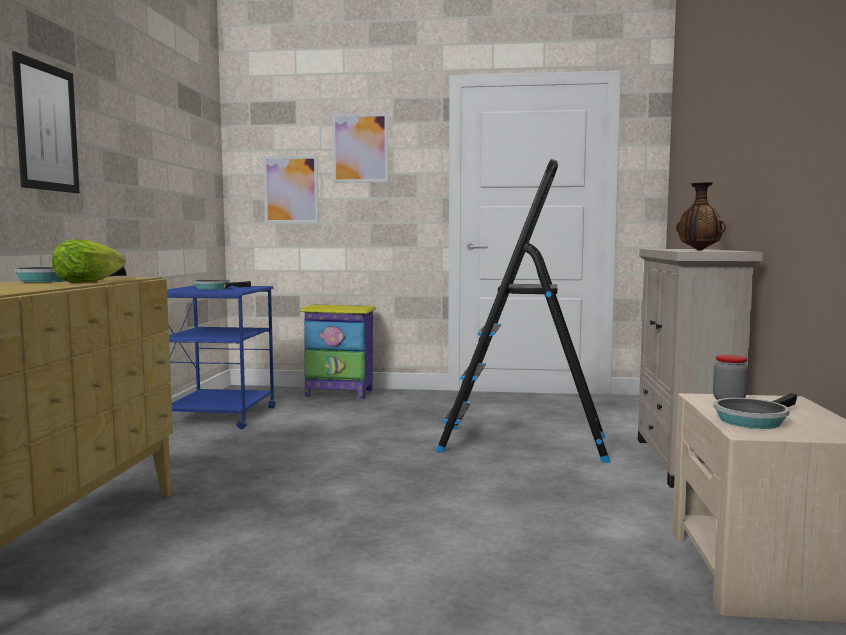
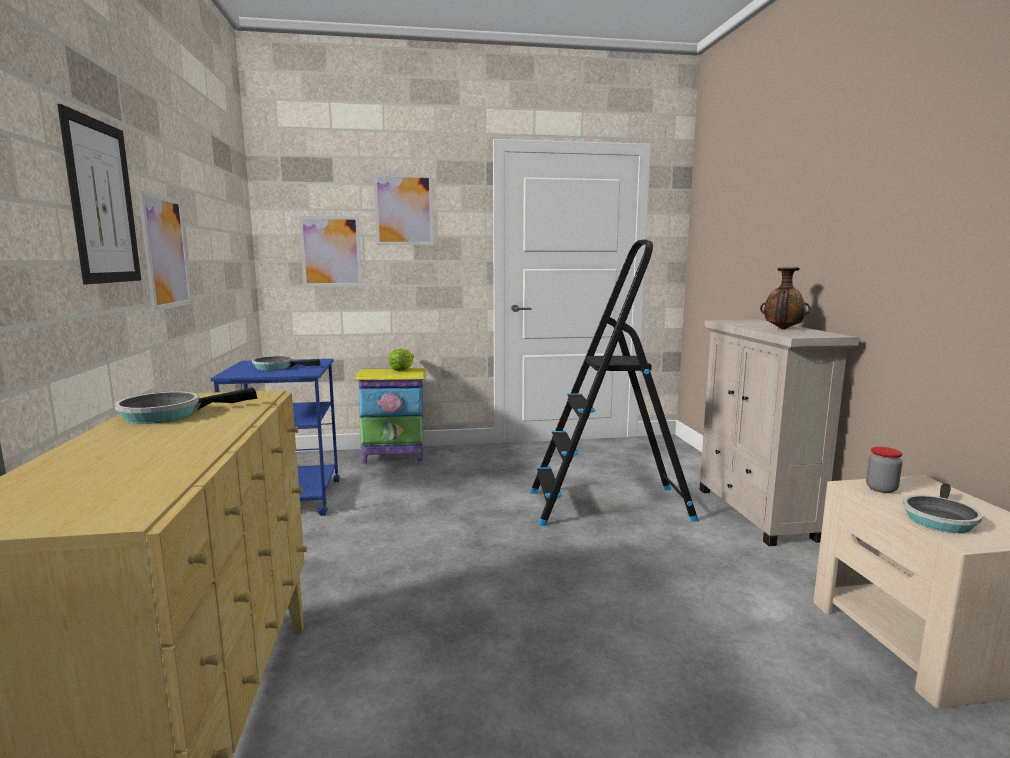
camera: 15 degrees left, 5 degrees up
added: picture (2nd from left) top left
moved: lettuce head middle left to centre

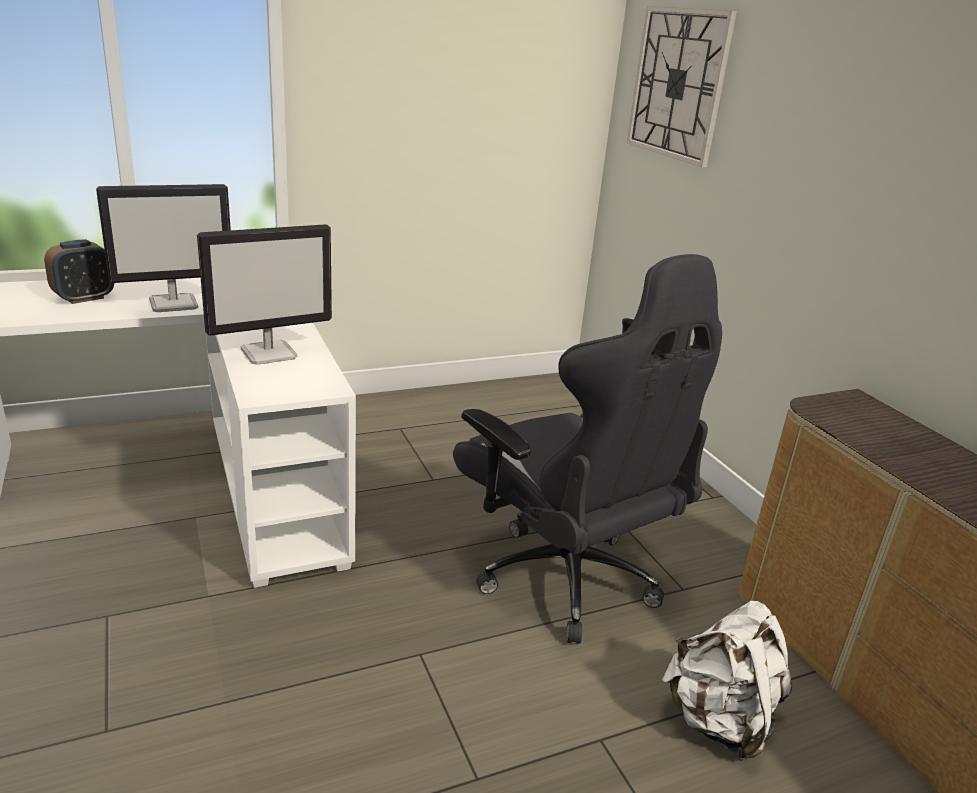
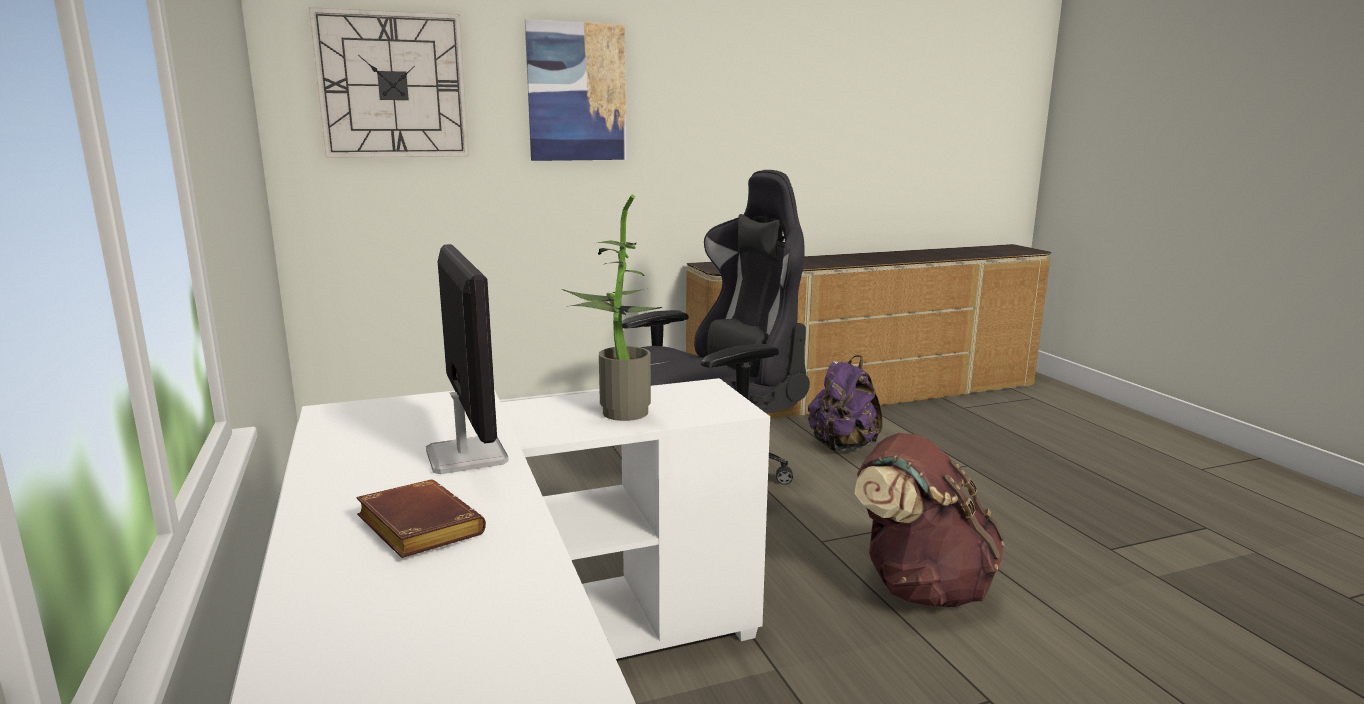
camera: 85 degrees left, 10 degrees down
added: picture top centre; brown-coloured backpack bottom right
replaced: bedside clock middle left to brown-coloured bound book bottom left; computer display (2nd from left) middle left to plant in a pot centre
recoloured: whitish backpack bottom right to purple backpack centre

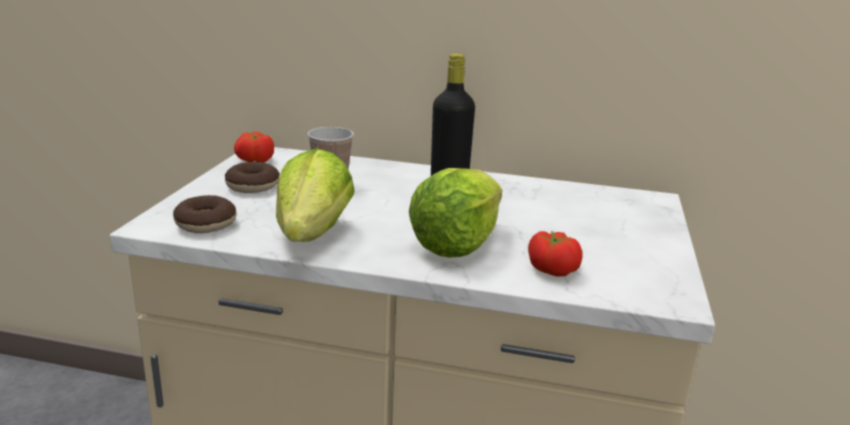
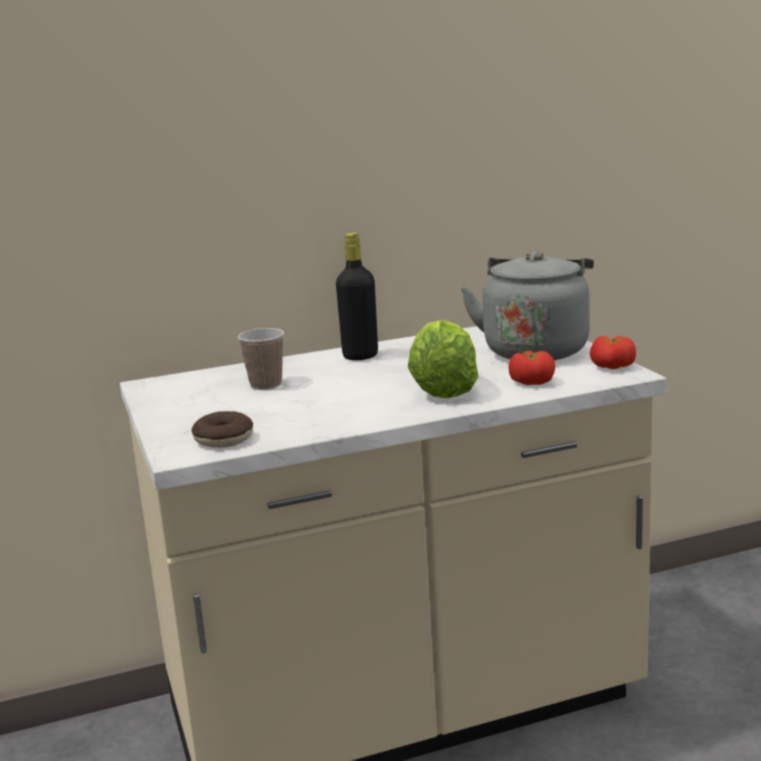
camera: 30 degrees left, 5 degrees down
removed: doughnut (2nd from left) middle left; lettuce head (1st from left) centre
added: grey water kettle middle right
moved: fresh tomato (1st from left in the first image) middle left to fresh tomato (2nd from left) middle right

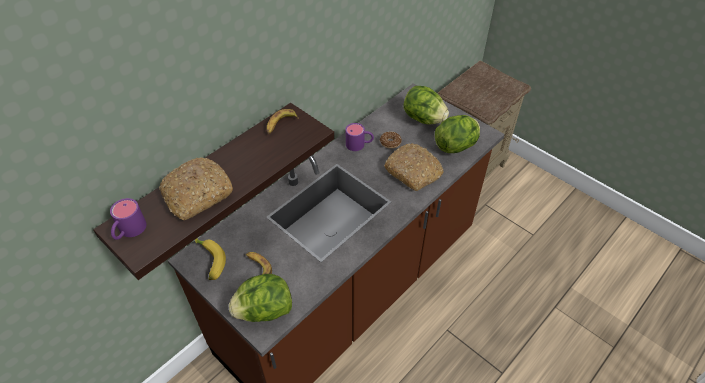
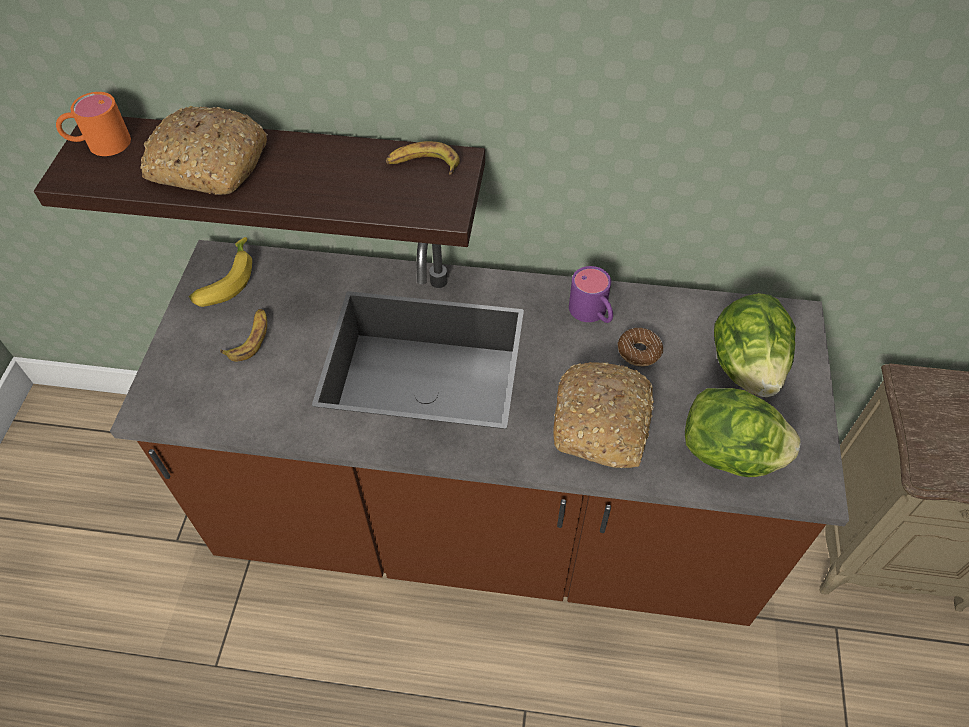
camera: 55 degrees right, 5 degrees up
removed: lettuce head (1st from left) bottom centre
recoloured: purple mug (1st from left) middle left to orangey mug top left

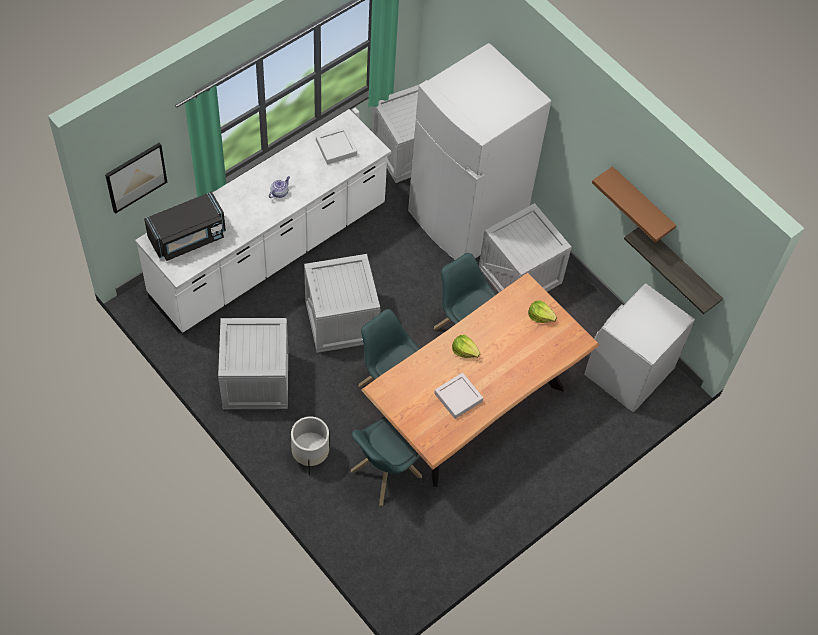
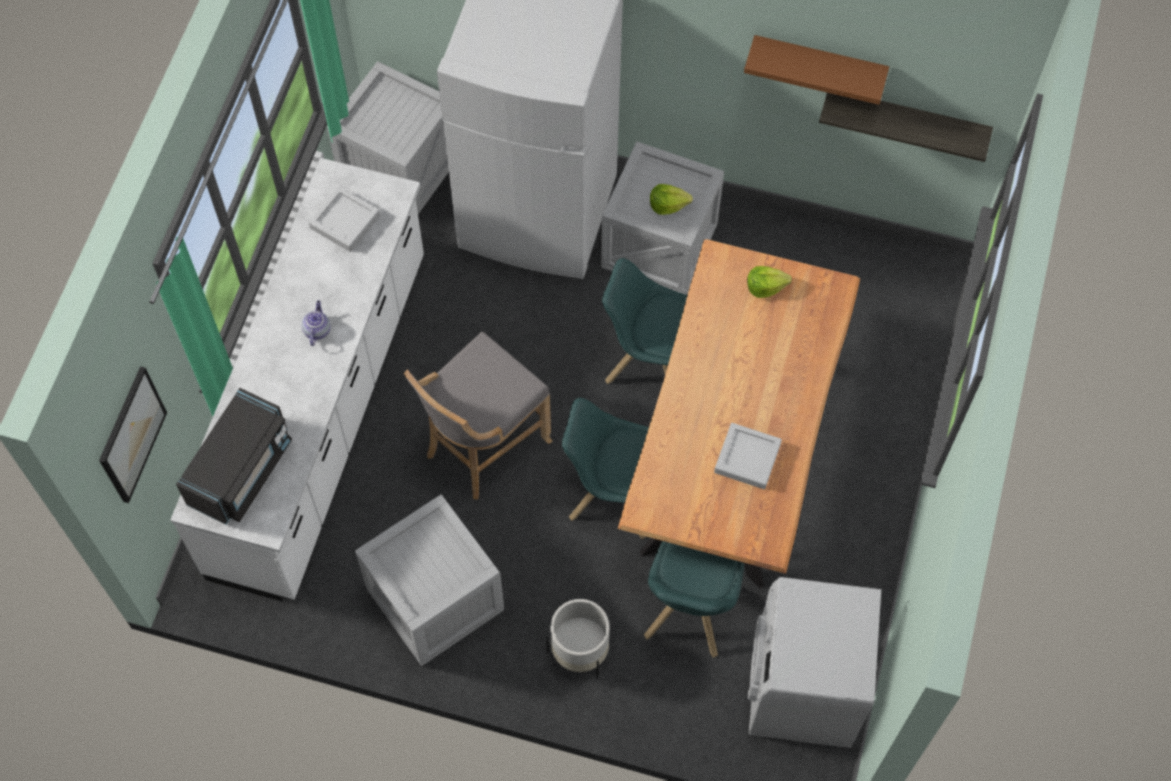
camera: 30 degrees left, 5 degrees up
moved: lettuce head (1st from left) centre to top centre; whitish washing machine middle right to bottom right
replaced: shipping crate (2nd from left) centre to grey stool centre

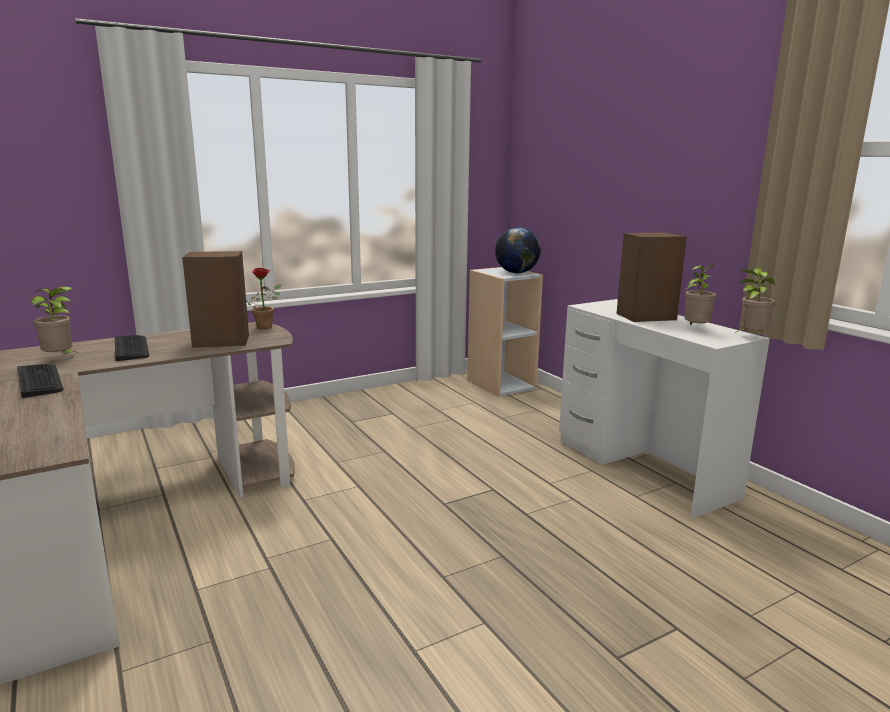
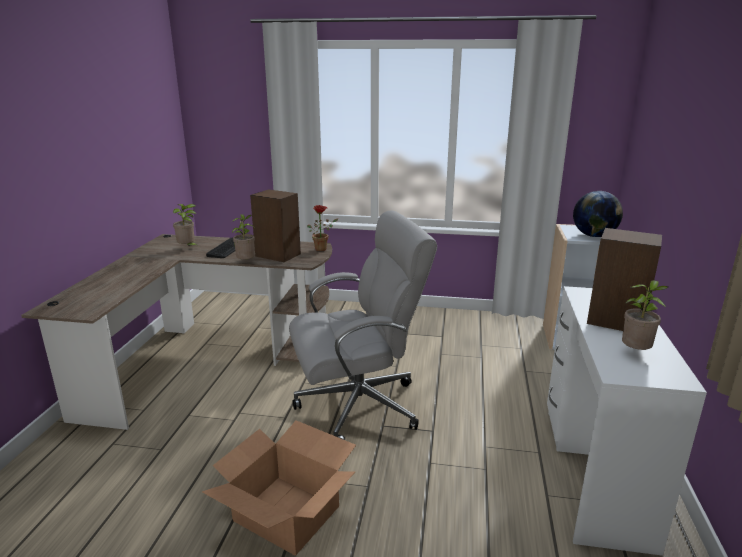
camera: 40 degrees right, 5 degrees up
removed: PC keyboard (1st from left) middle left
added: packing box bottom centre; grey office chair centre
moved: plant in a pot (4th from left in the first image) middle right to plant in a pot (2nd from left) middle left

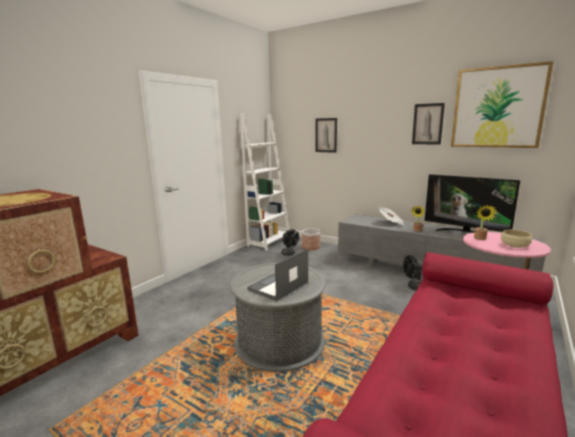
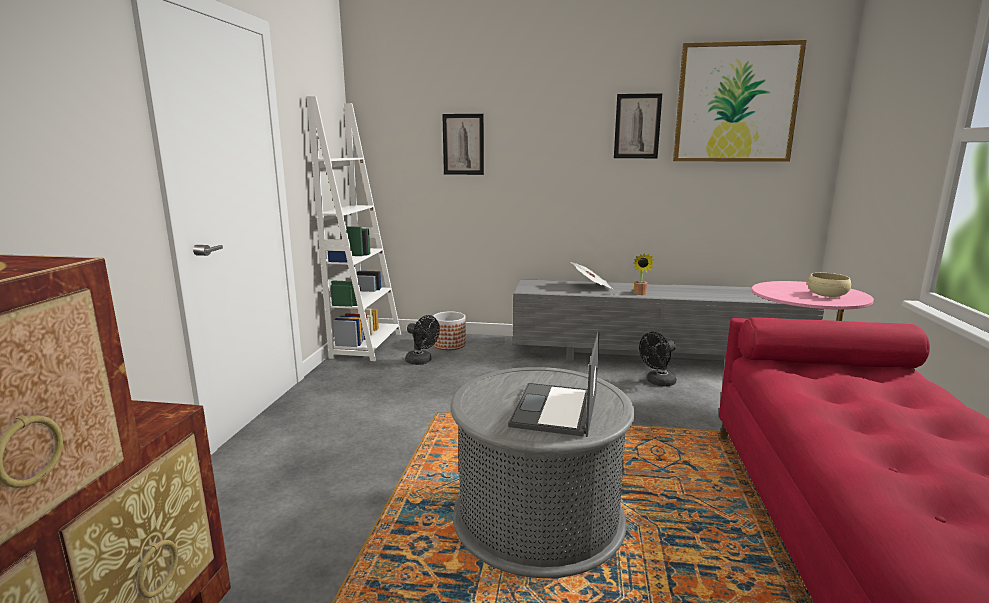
camera: 25 degrees left, 0 degrees up
removed: TV middle right; plant in a pot (2nd from left) middle right

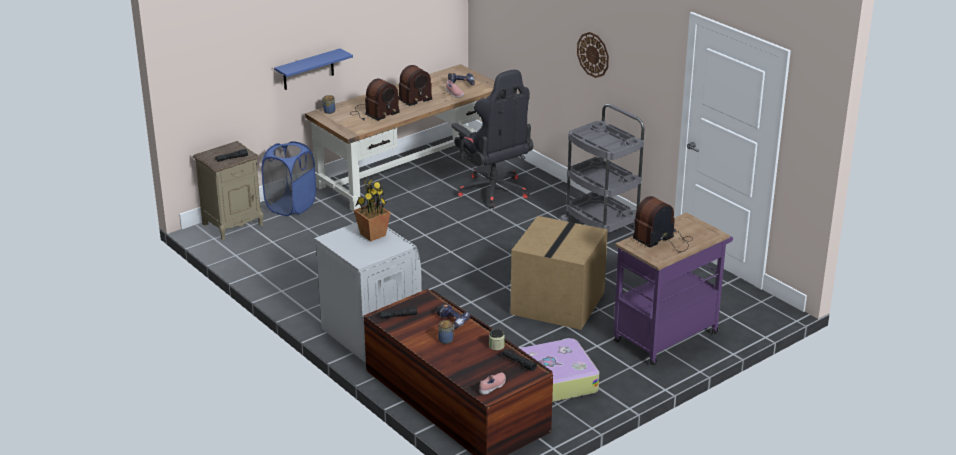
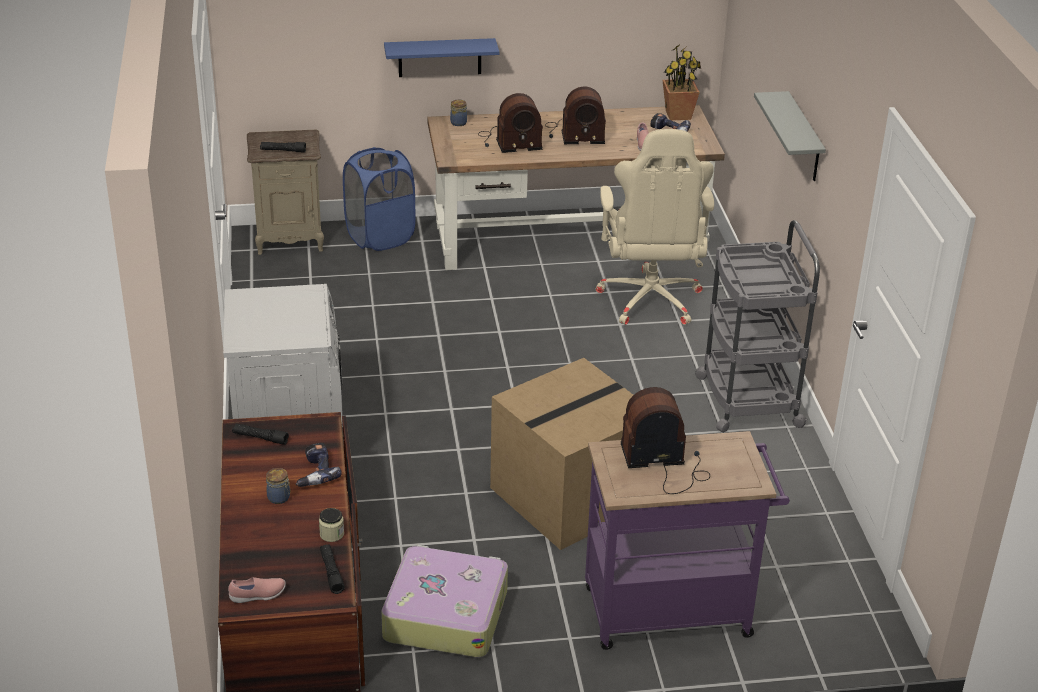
camera: 30 degrees right, 5 degrees up
moved: plant in a pot centre to top centre
replaced: hanging clock top centre to grey bracket shelf top right
recoloured: blackish office chair top centre to beige-coloured office chair top centre

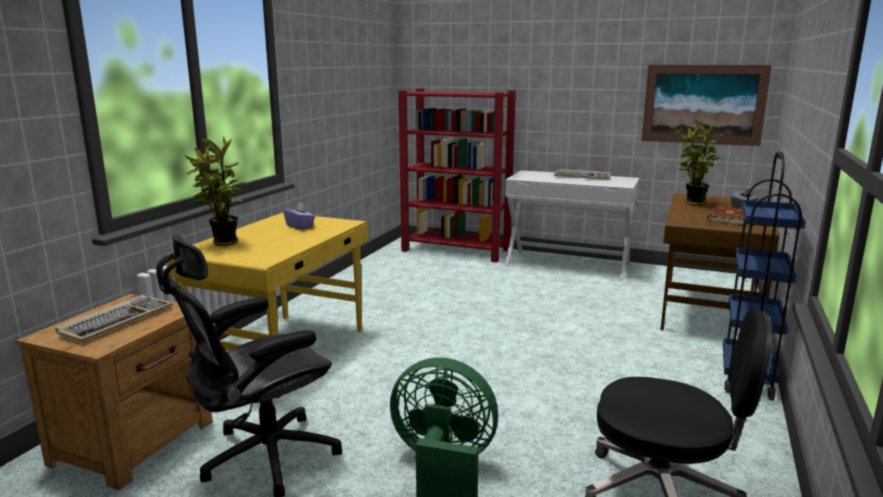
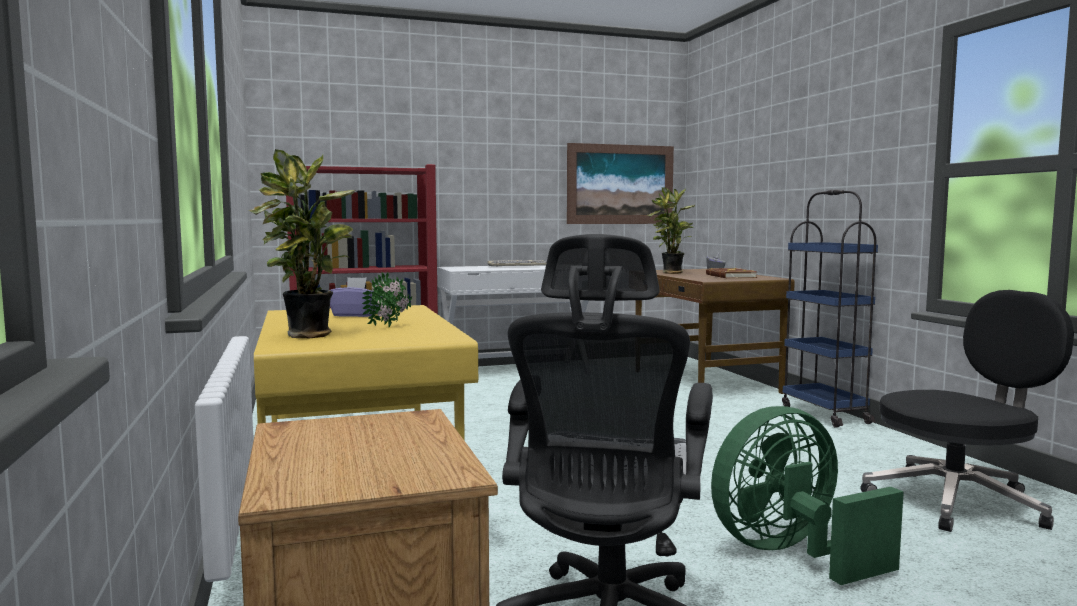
camera: 40 degrees left, 10 degrees down
removed: PC keyboard (1st from left) middle left
added: plant in a pot (2nd from left) centre

